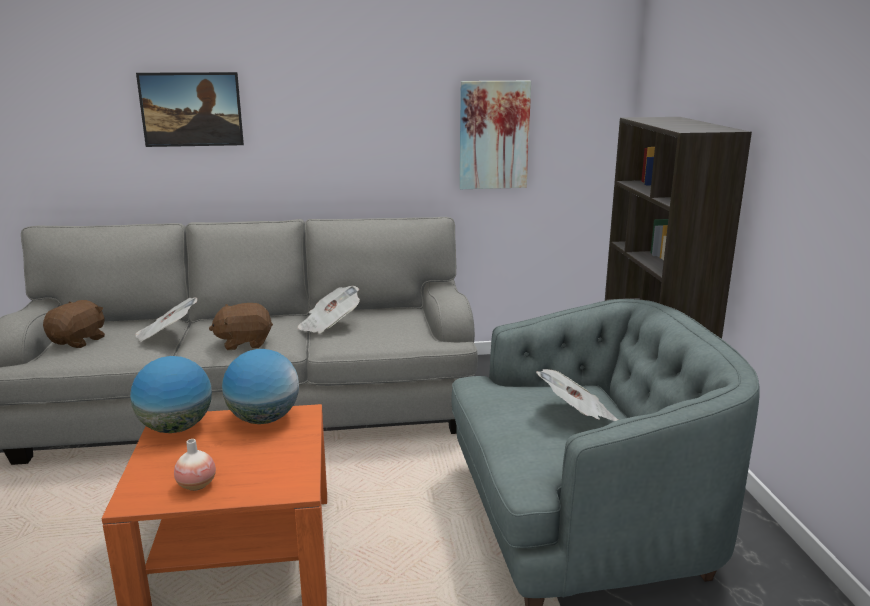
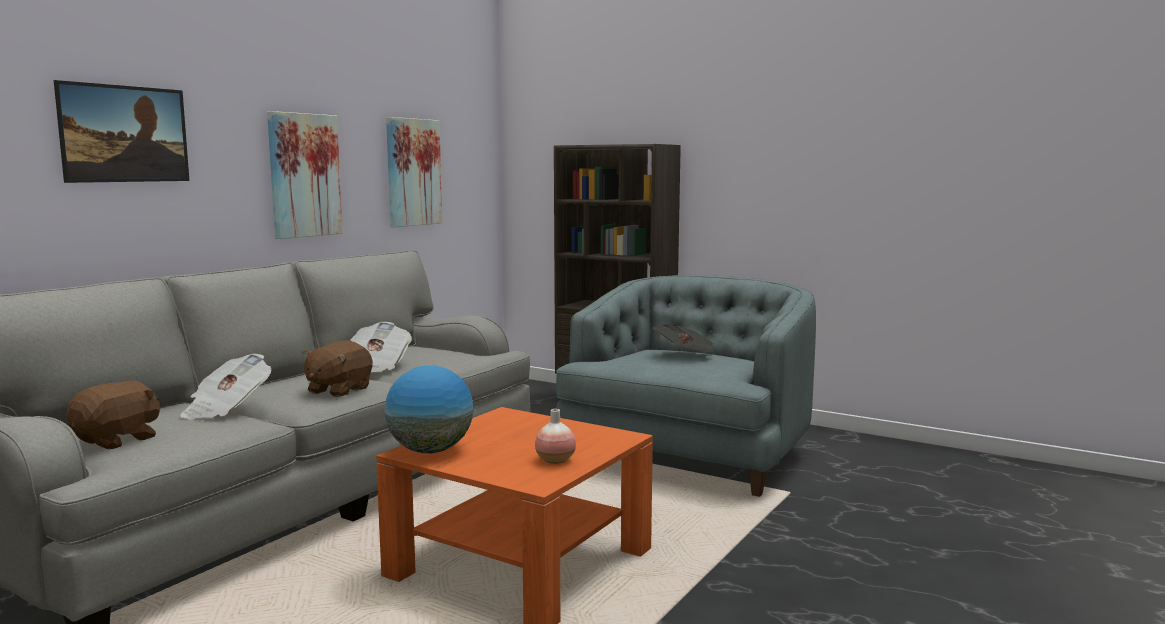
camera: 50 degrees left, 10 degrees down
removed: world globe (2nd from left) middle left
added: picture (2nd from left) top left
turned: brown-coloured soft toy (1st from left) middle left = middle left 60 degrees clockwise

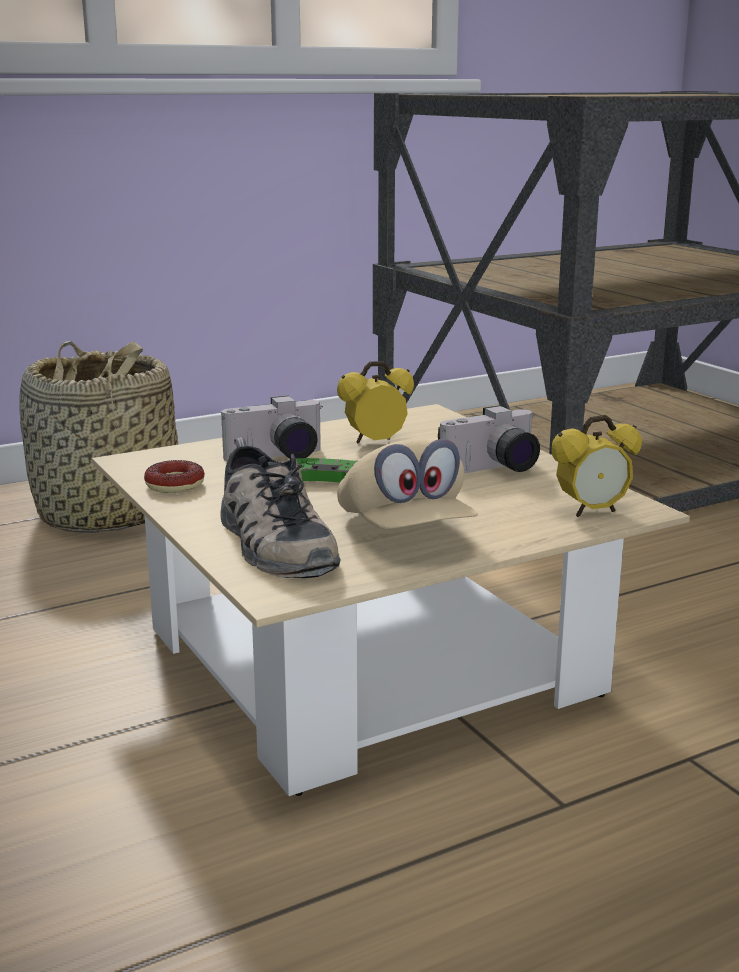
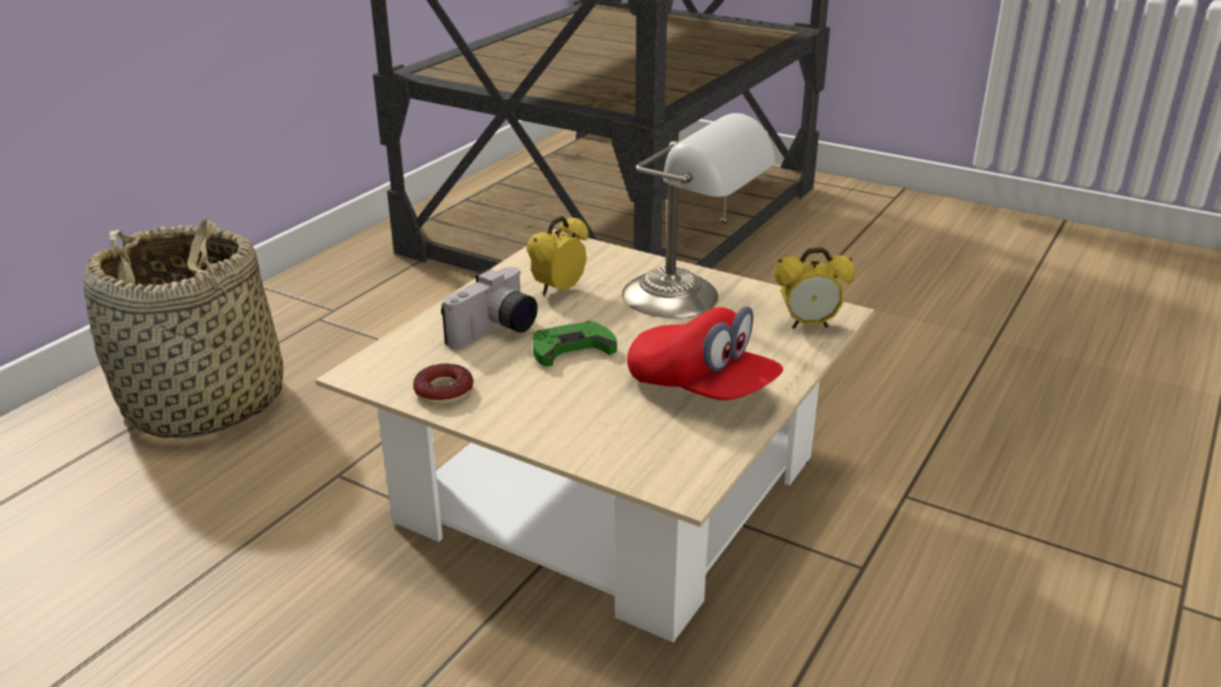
camera: 30 degrees left, 10 degrees up
removed: shoe centre
replaced: photo camera (2nd from left) centre to whitish tabletop lamp top centre
recoloured: beige-coloured cap centre to red-coloured cap centre
turned: bedside clock (2nd from left) middle right = middle right 45 degrees clockwise

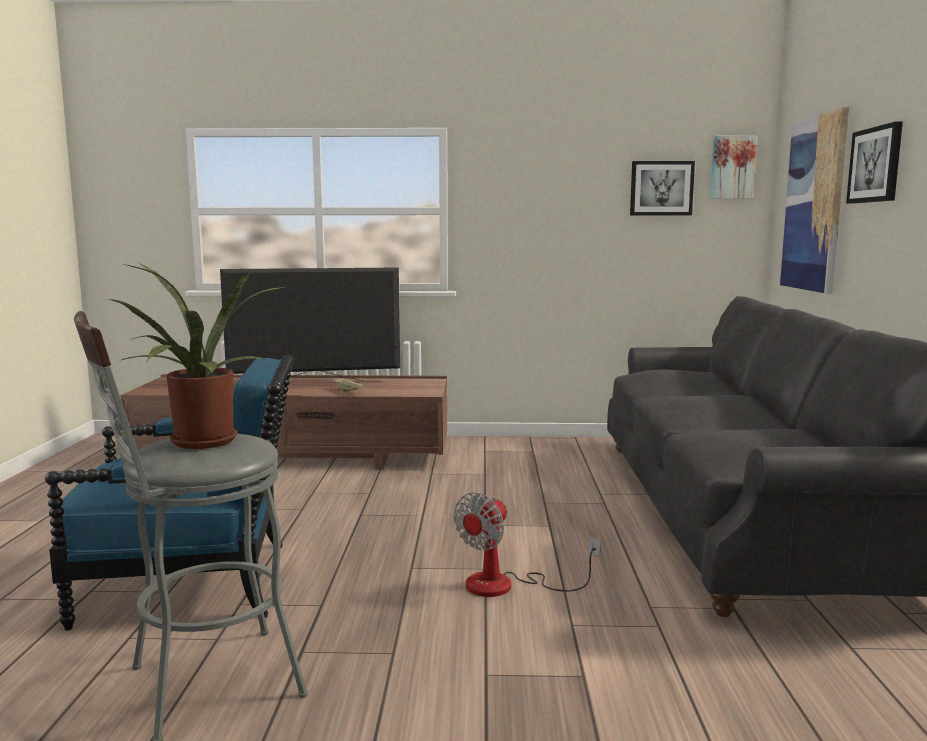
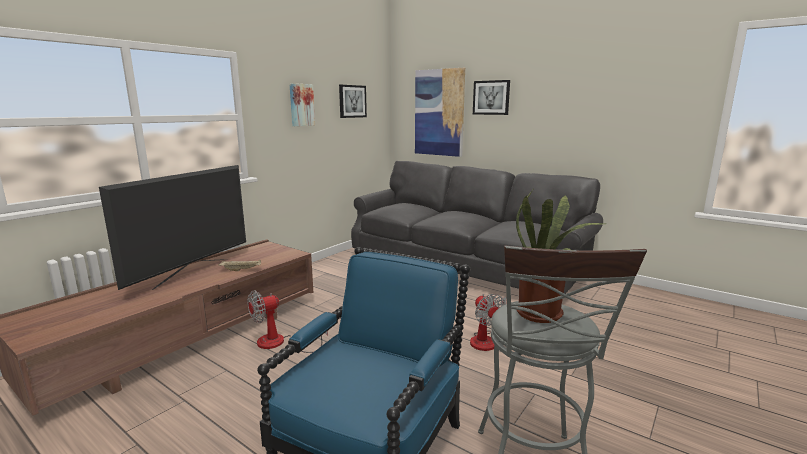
camera: 55 degrees left, 5 degrees up
added: electric fan (1st from left) bottom centre
moved: picture (2nd from left in the first image) top right to picture (1st from left) top centre

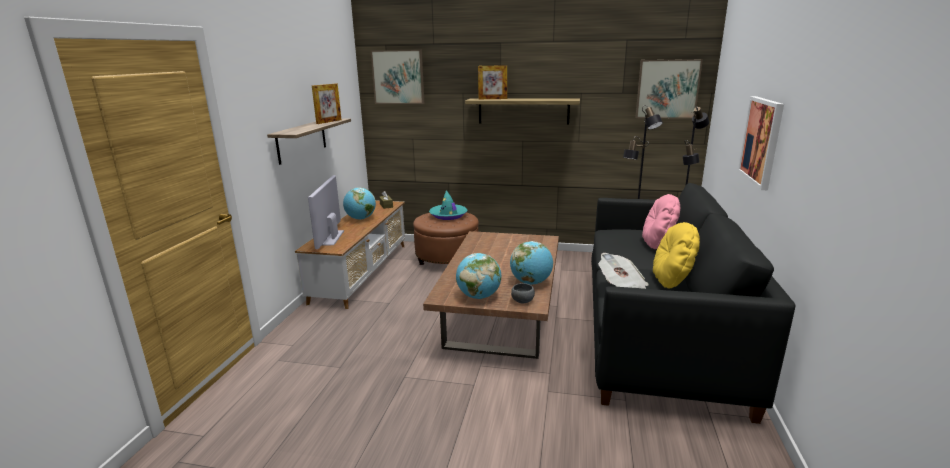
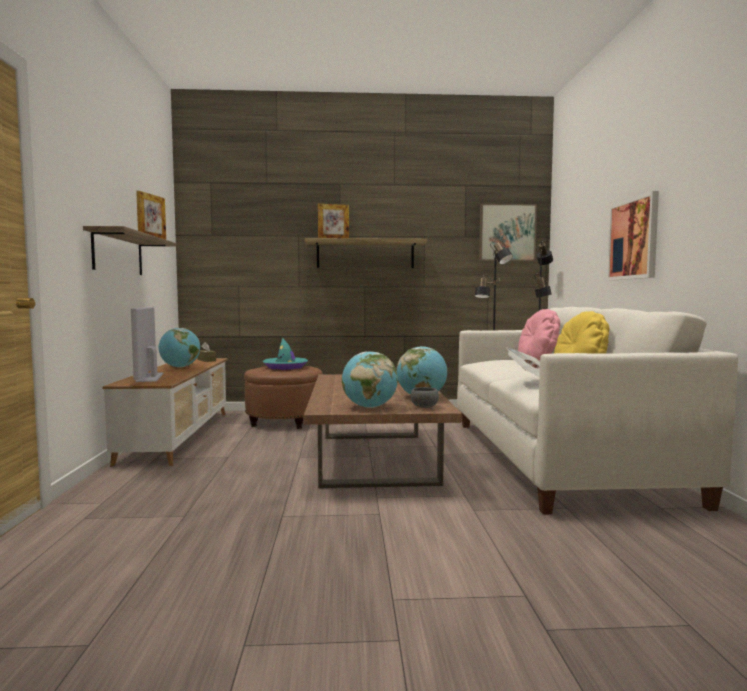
camera: 15 degrees left, 15 degrees down
removed: picture (1st from left) top centre
recoloured: blackish couch middle right to whitish couch middle right

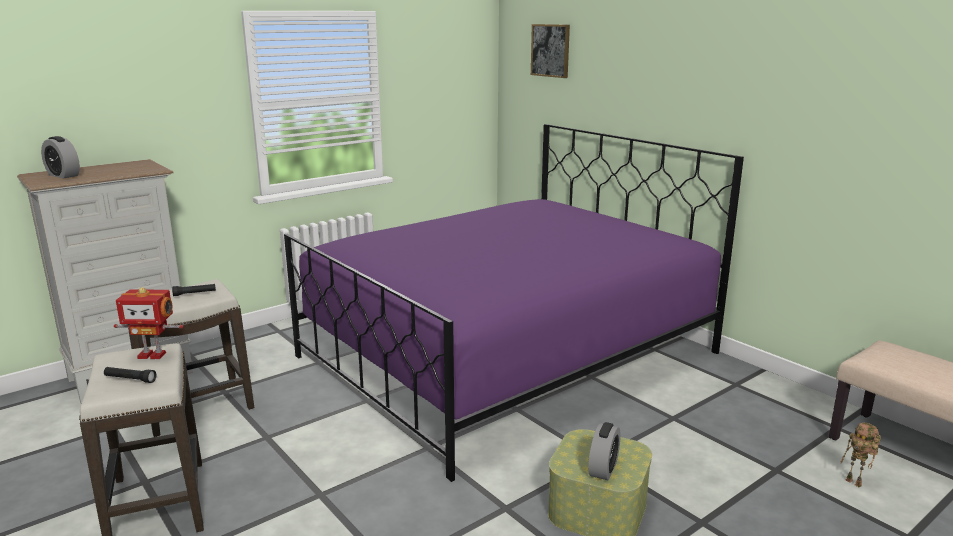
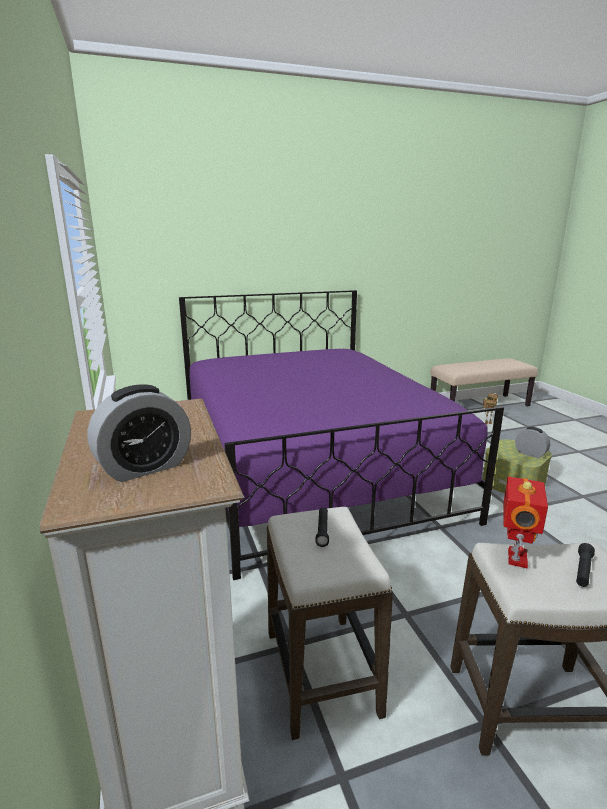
camera: 70 degrees left, 0 degrees up
removed: picture top centre

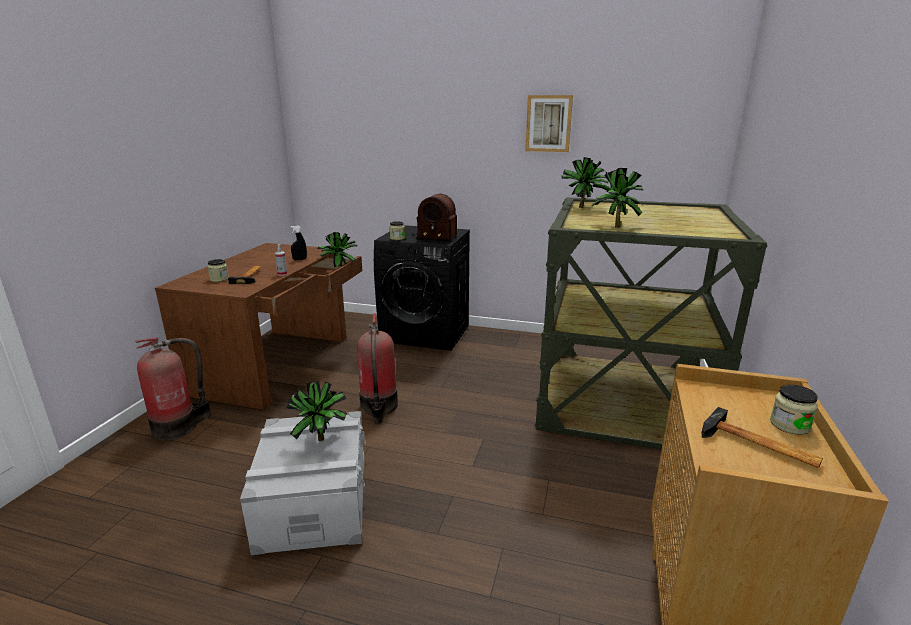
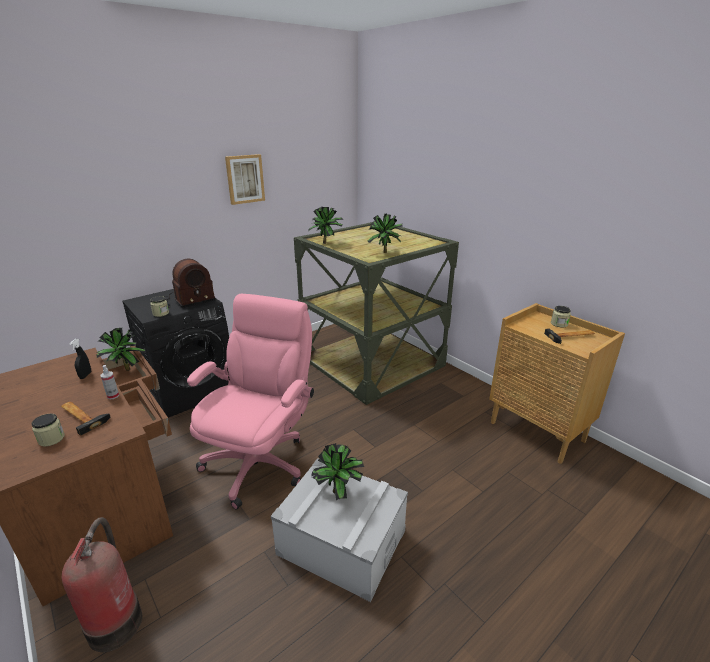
camera: 55 degrees left, 5 degrees up
replaced: extinguisher (2nd from left) centre to pinkish office chair centre

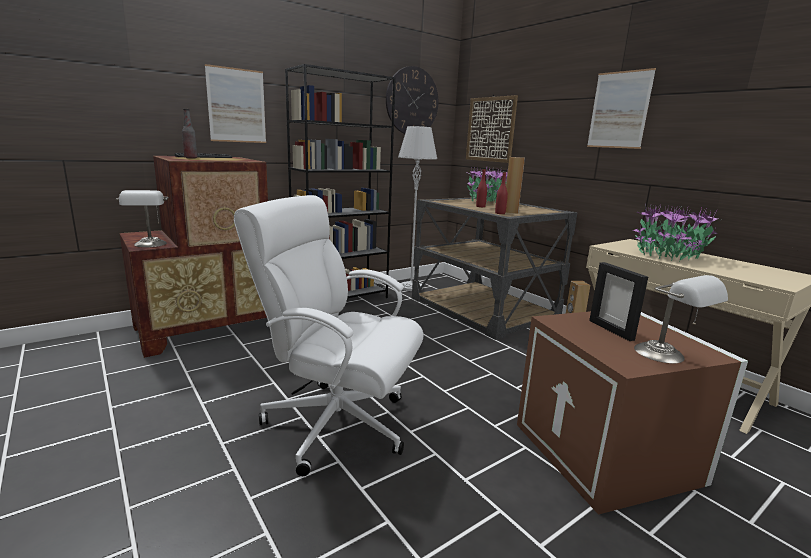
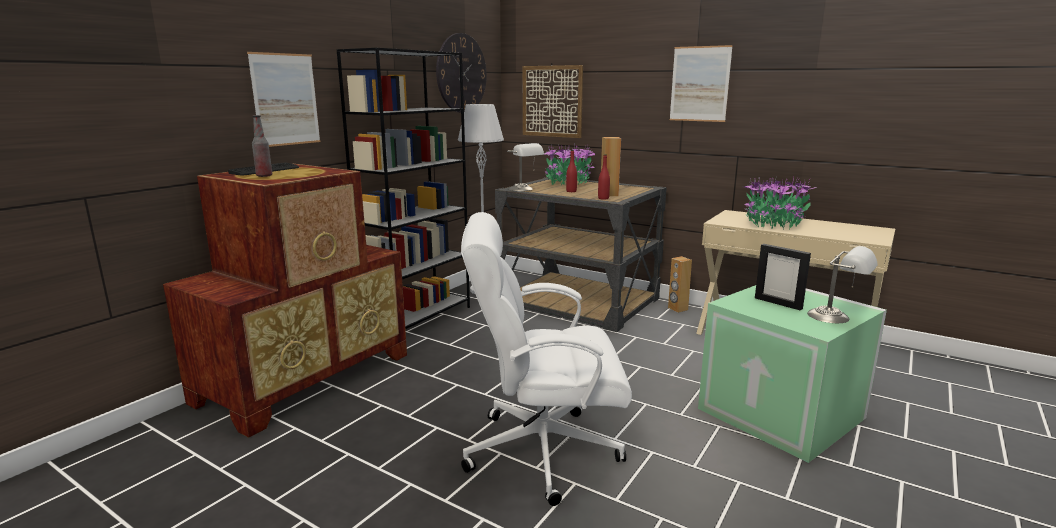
camera: 20 degrees left, 0 degrees up
moved: whitish tabletop lamp (1st from left) middle left to top centre
recoloured: brown-coloured storage box bottom right to green-coloured storage box bottom right

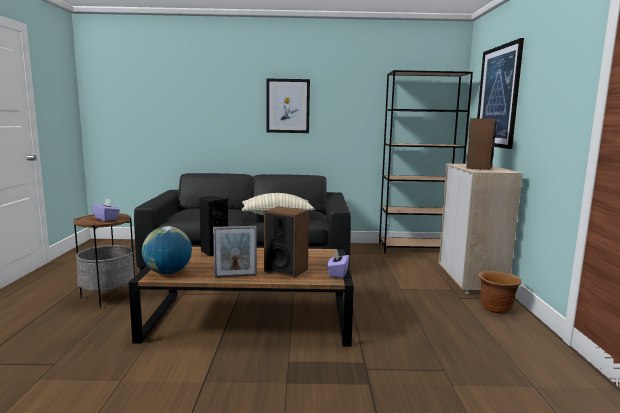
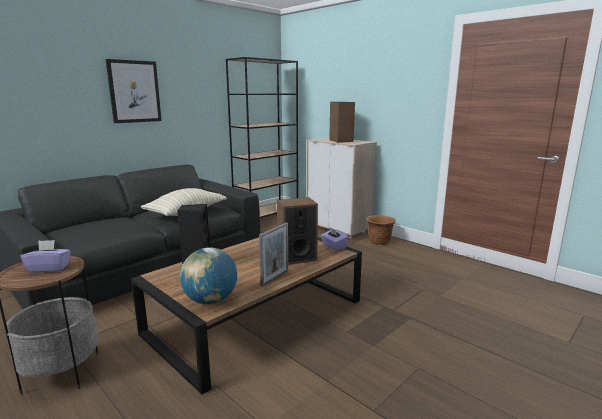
camera: 45 degrees left, 5 degrees up
removed: picture (2nd from left) top right

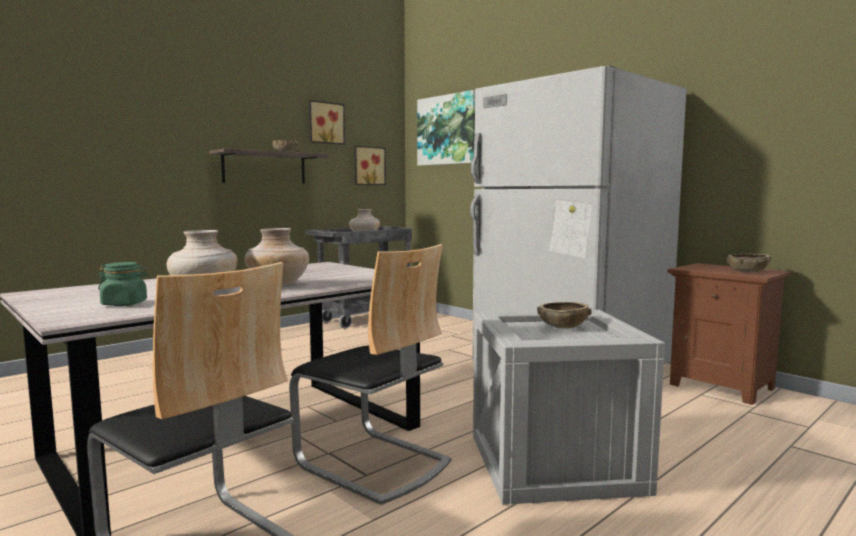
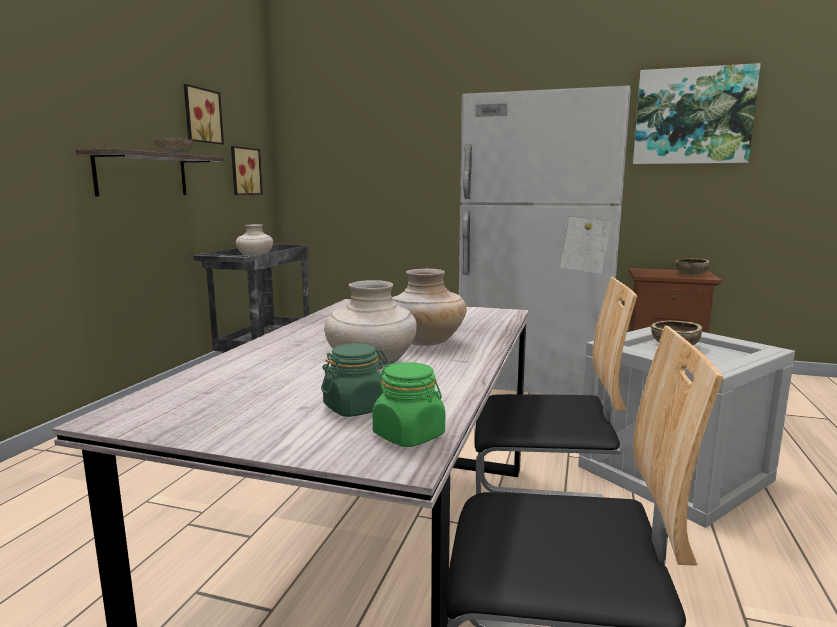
camera: 30 degrees left, 5 degrees up
added: green-coloured storage jar (2nd from left) centre
moved: picture (3rd from left) top centre to top right

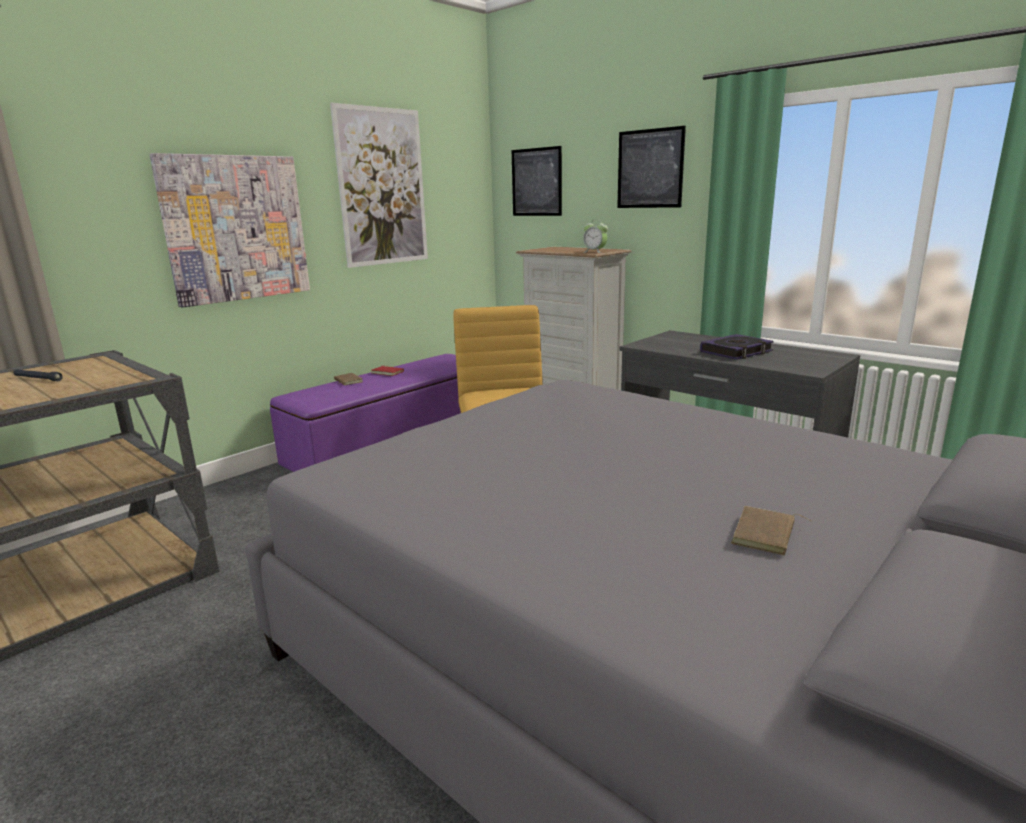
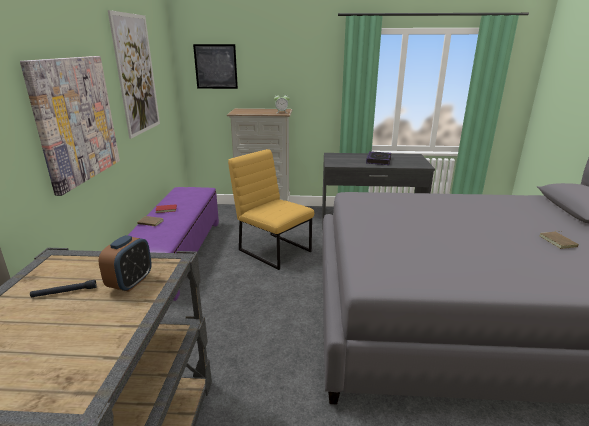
camera: 40 degrees left, 5 degrees up
removed: picture (4th from left) top centre
added: bedside clock (1st from left) middle left

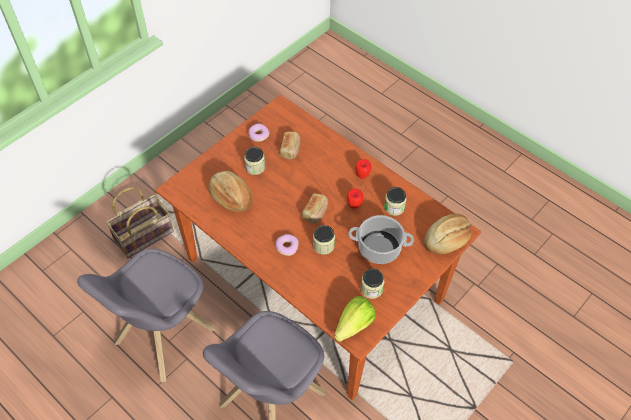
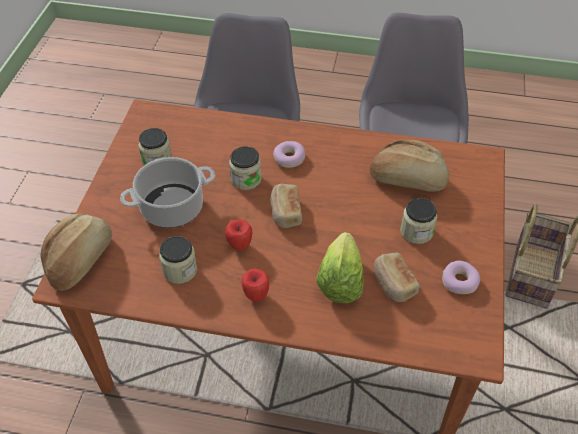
camera: 150 degrees right, 5 degrees down
moved: lettuce head bottom centre to centre

